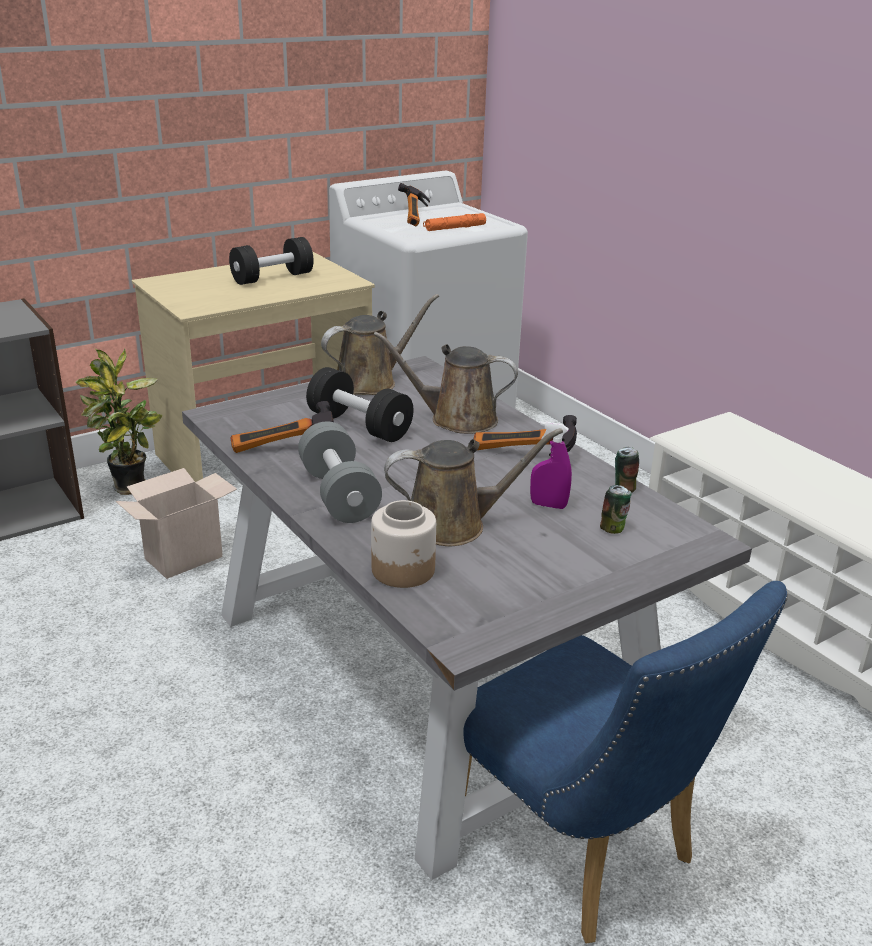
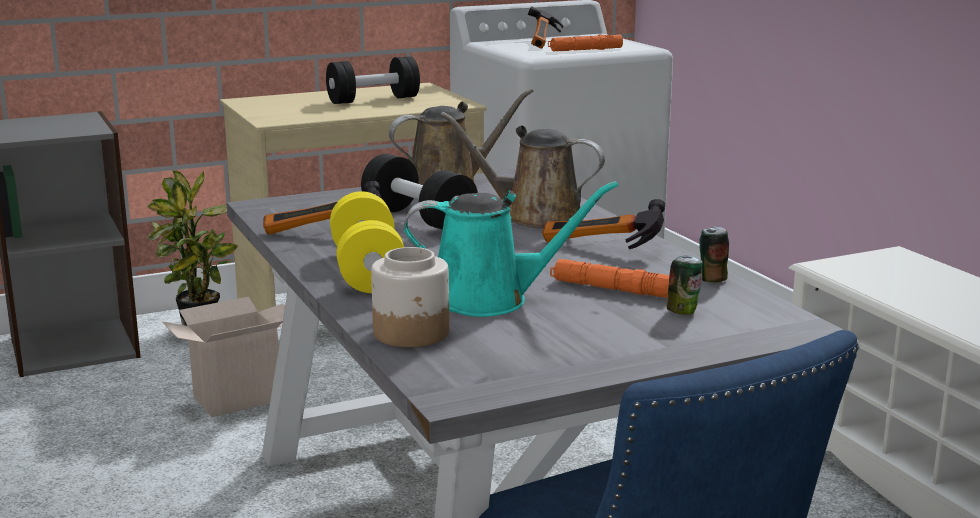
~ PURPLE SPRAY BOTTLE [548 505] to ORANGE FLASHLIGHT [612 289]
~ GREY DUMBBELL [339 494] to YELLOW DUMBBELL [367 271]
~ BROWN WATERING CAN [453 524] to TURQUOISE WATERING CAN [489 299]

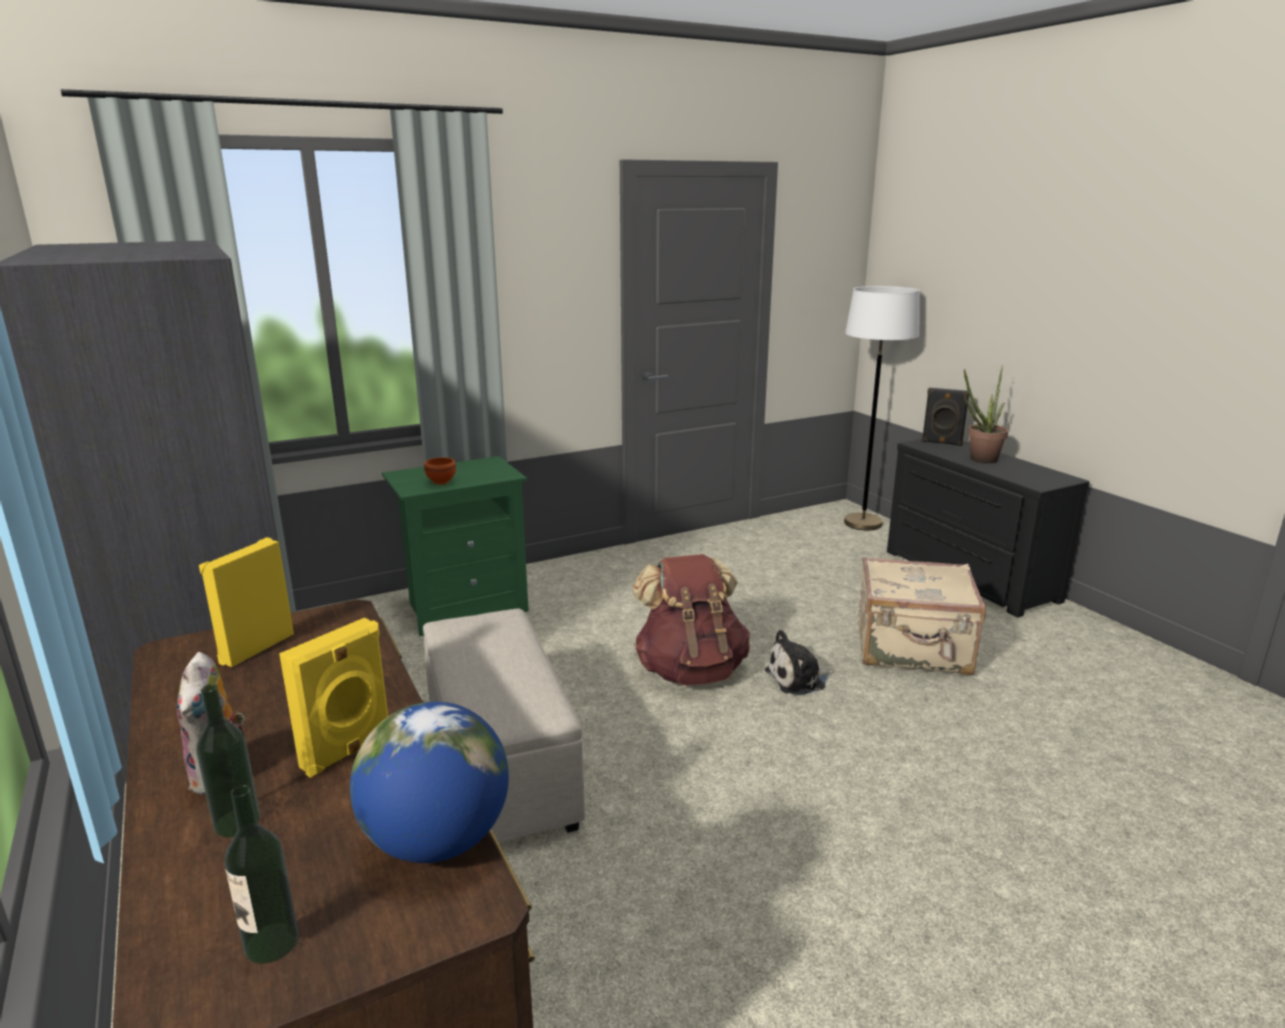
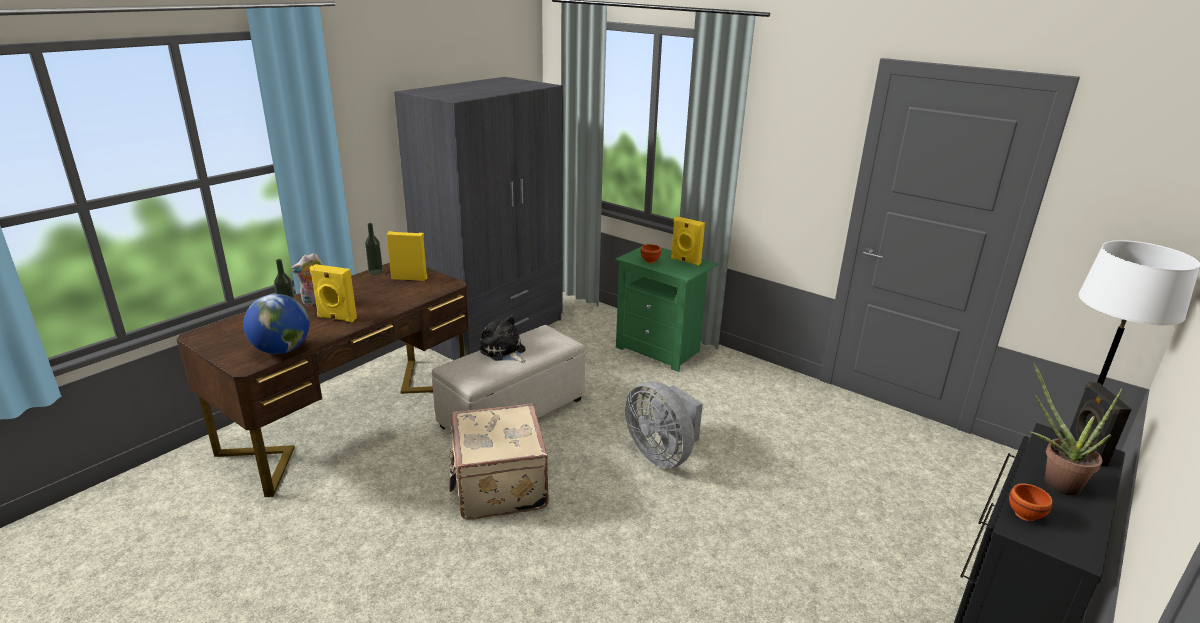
+ YELLOW SPEAKER [685 261]
+ BROWN BOWL [1023 514]
~ BOTTLE [271 943] to [375 272]
~ PLUSH TOY [798 679] to [504 351]
~ BEIGE SUITCASE [913 649] to [498 486]
~ BROWN BACKPACK [690 670] to GREY FAN [662 454]

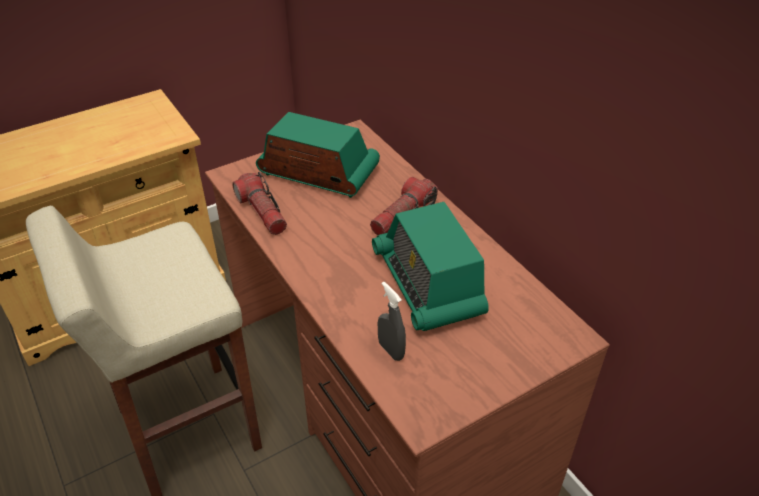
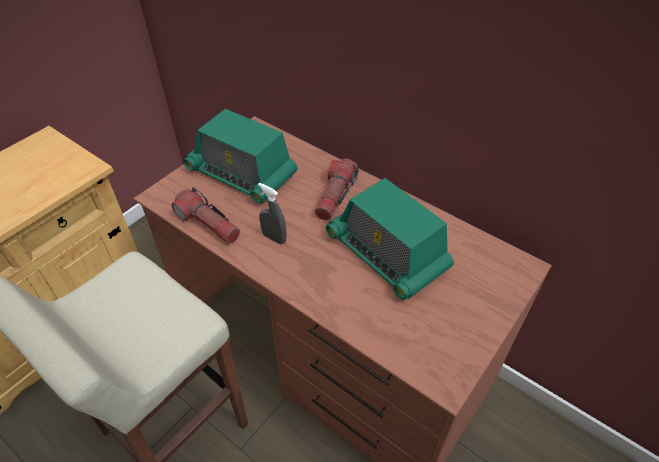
~ GREY SPRAY BOTTLE [391 350] to [274 238]
~ RADIO [318 172] = [242 173] 150 degrees counterclockwise

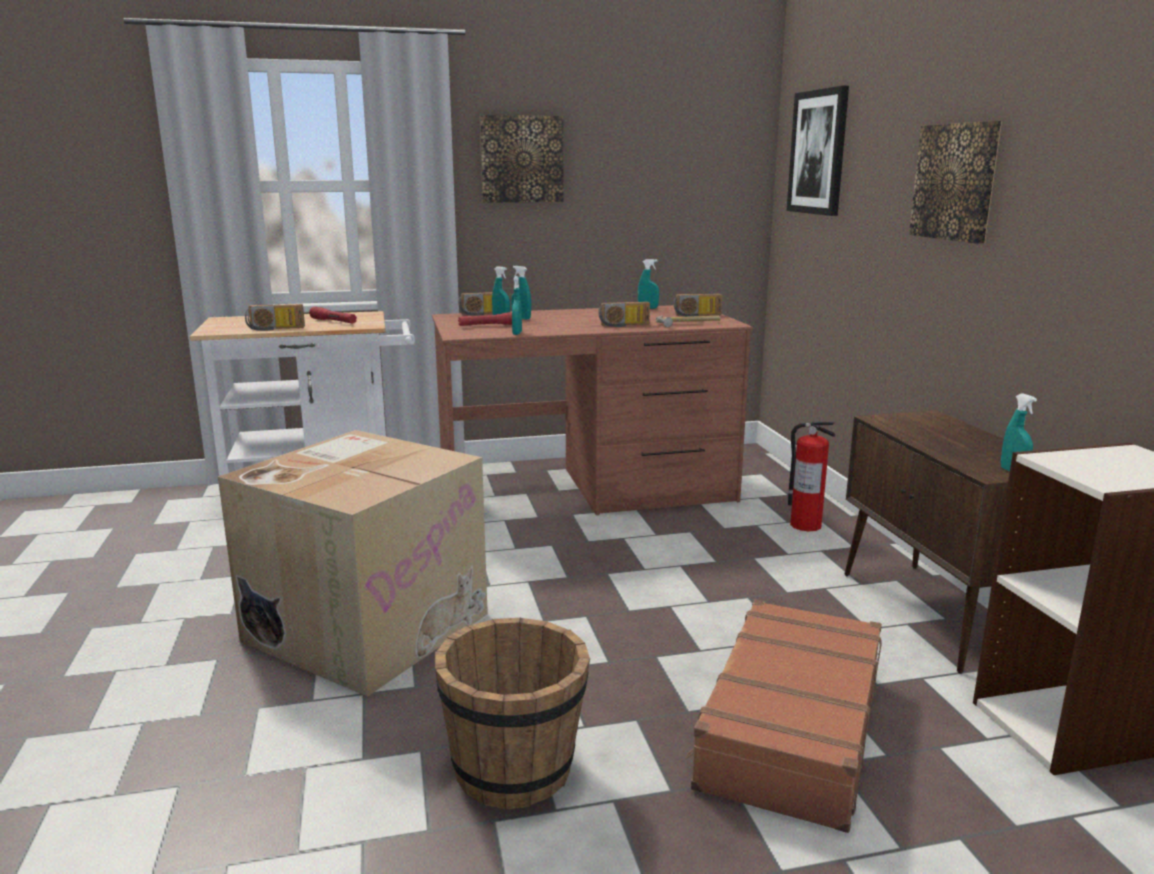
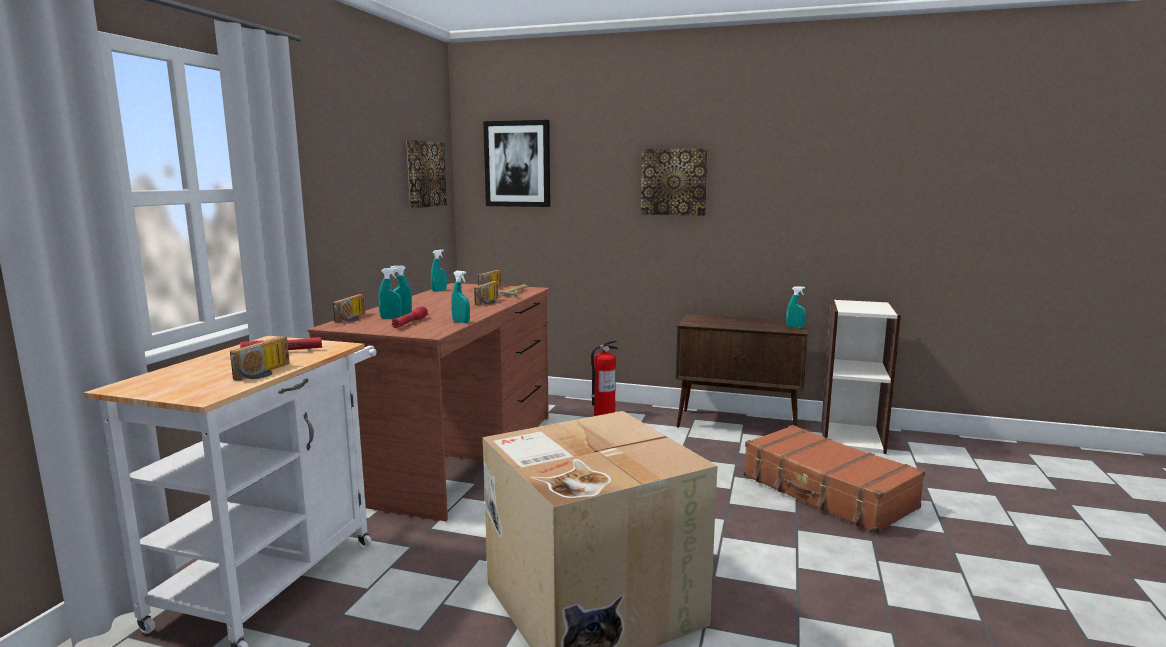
- BROWN BUCKET [515 769]
~ PICTURE [521 159] to [425 174]

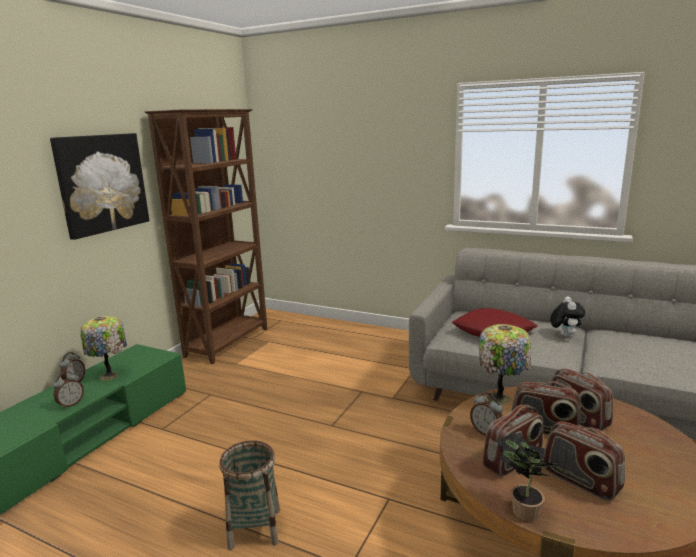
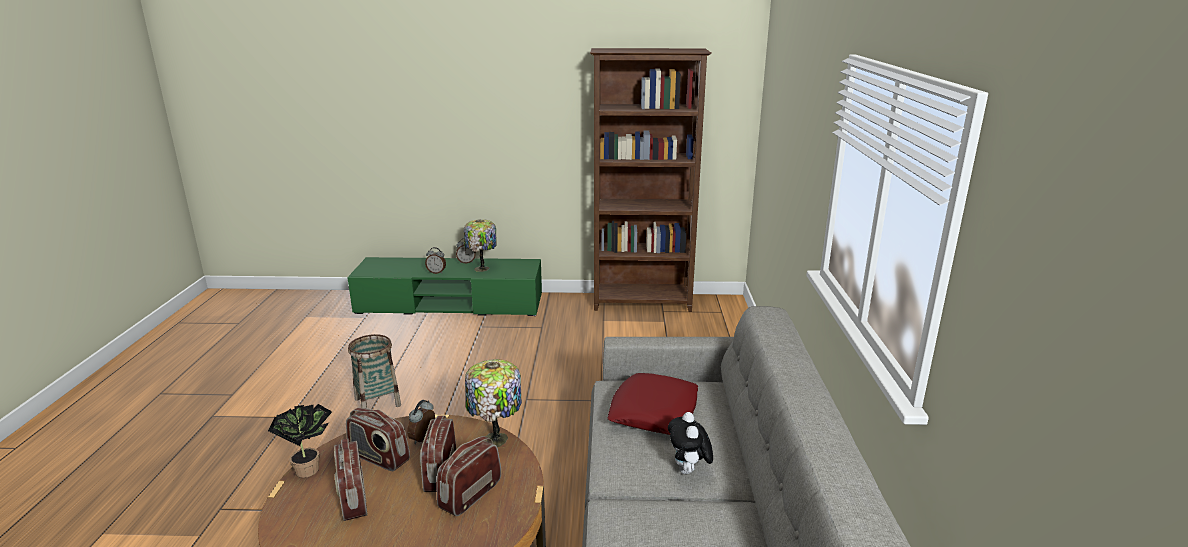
- PICTURE [102 183]
~ RADIO [580 481] = [353 499] 45 degrees counterclockwise
~ PLUSH TOY [565 336] = [688 471] 105 degrees clockwise

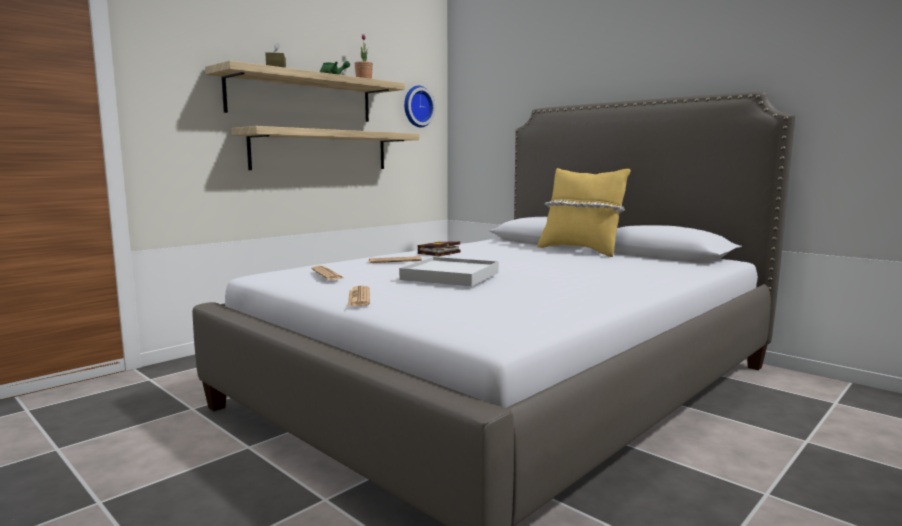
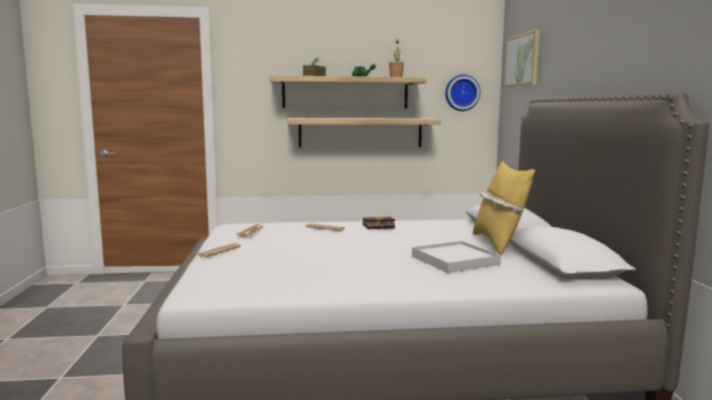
+ PICTURE [522 60]
~ WHITE TRAY [450 276] to [454 260]

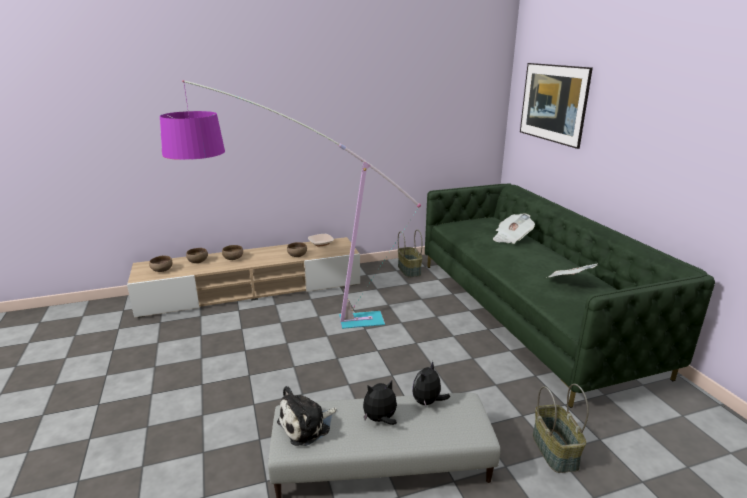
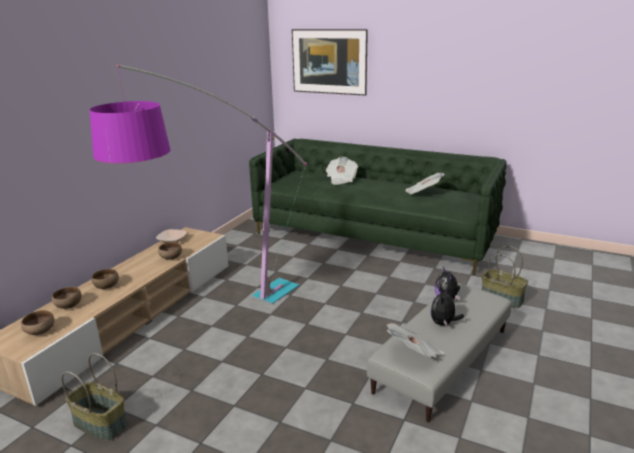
~ BASKET [409 270] to [101 424]
~ PLUSH TOY [307 425] to NEWSPAPER [414 354]

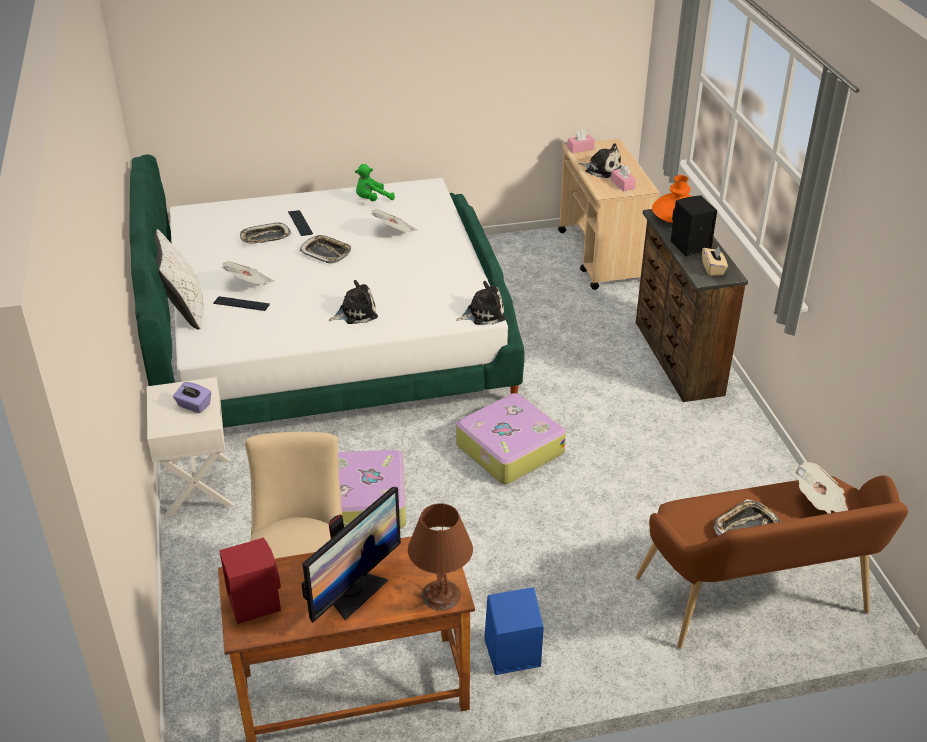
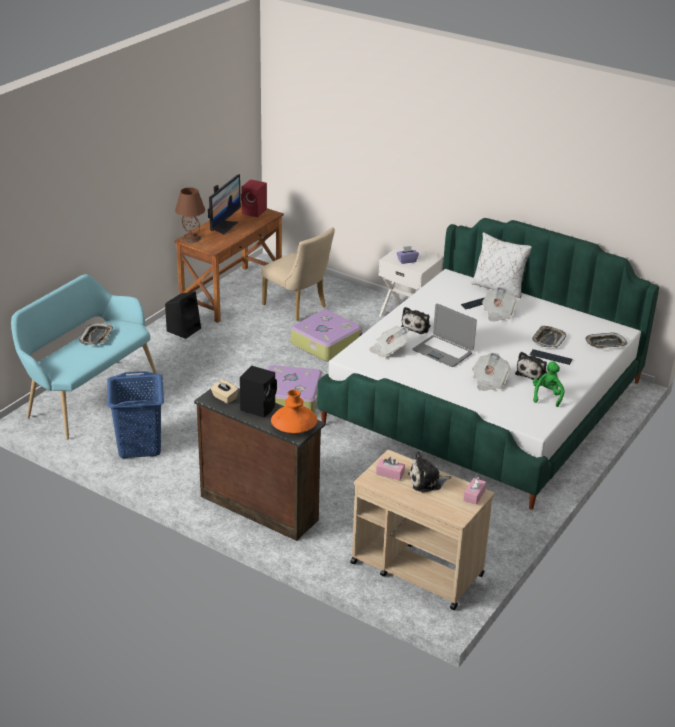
+ BLUE LAUNDRY BASKET [140 445]
+ LAPTOP [443 351]
~ TRAY [326 252] to [605 344]
~ PLUSH TOY [483 314] to [532 373]
~ NEWSPAPER [819 502] to [388 350]
~ BLUE SPEAKER [510 653] to BLACK SPEAKER [184 329]
~ BROWN BENCH [758 602] to TURQUOISE BENCH [88 396]
~ MONITOR [354 592] = [224 227] 150 degrees counterclockwise

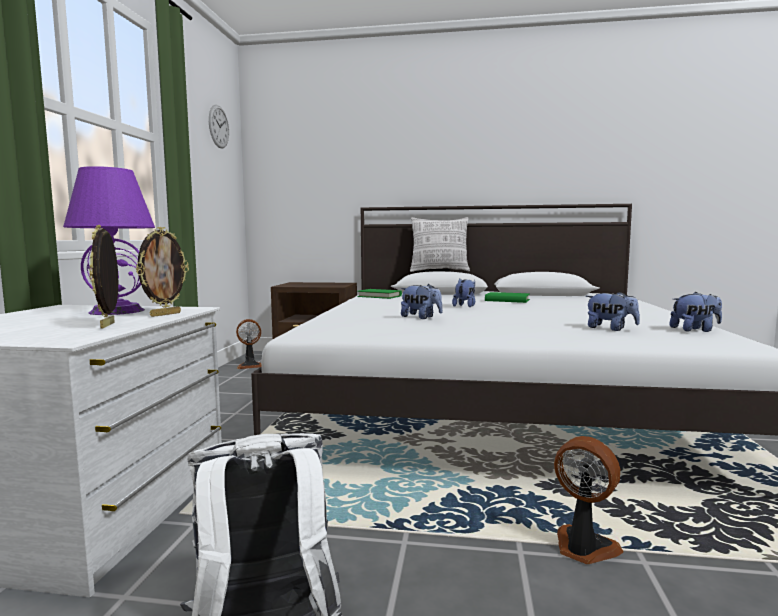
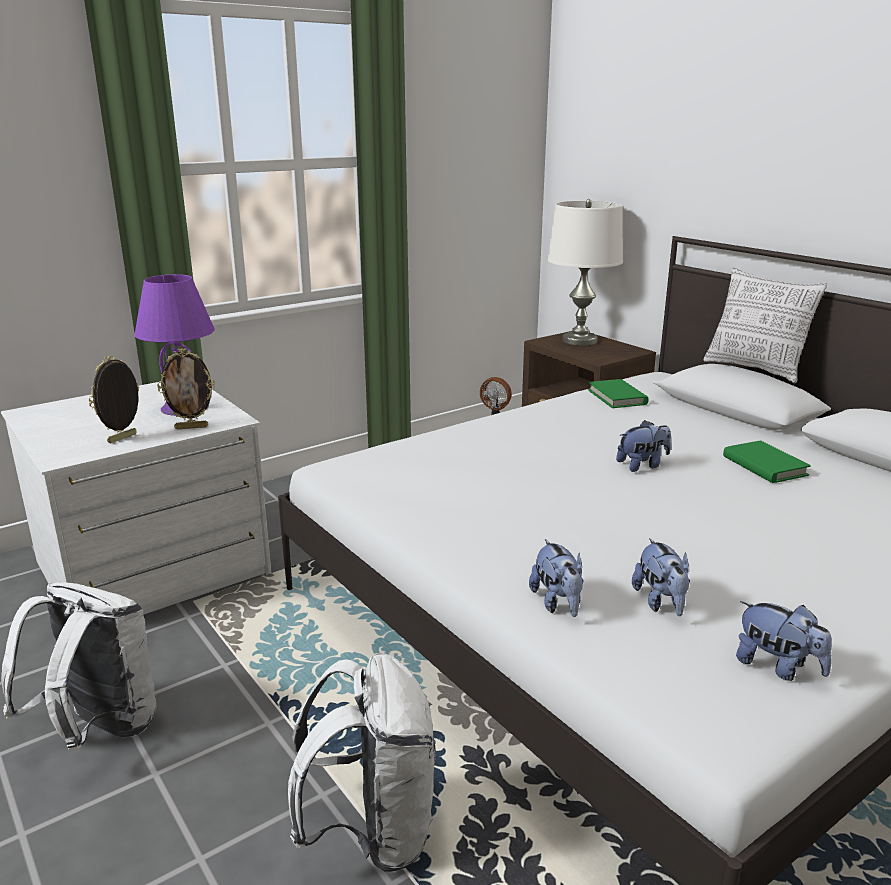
- WALL CLOCK [218 126]
+ WHITE TABLE LAMP [579 340]
~ PLUSH TOY [421 317] to [558 603]
~ FAN [583 548] to WHITE BACKPACK [372 832]

